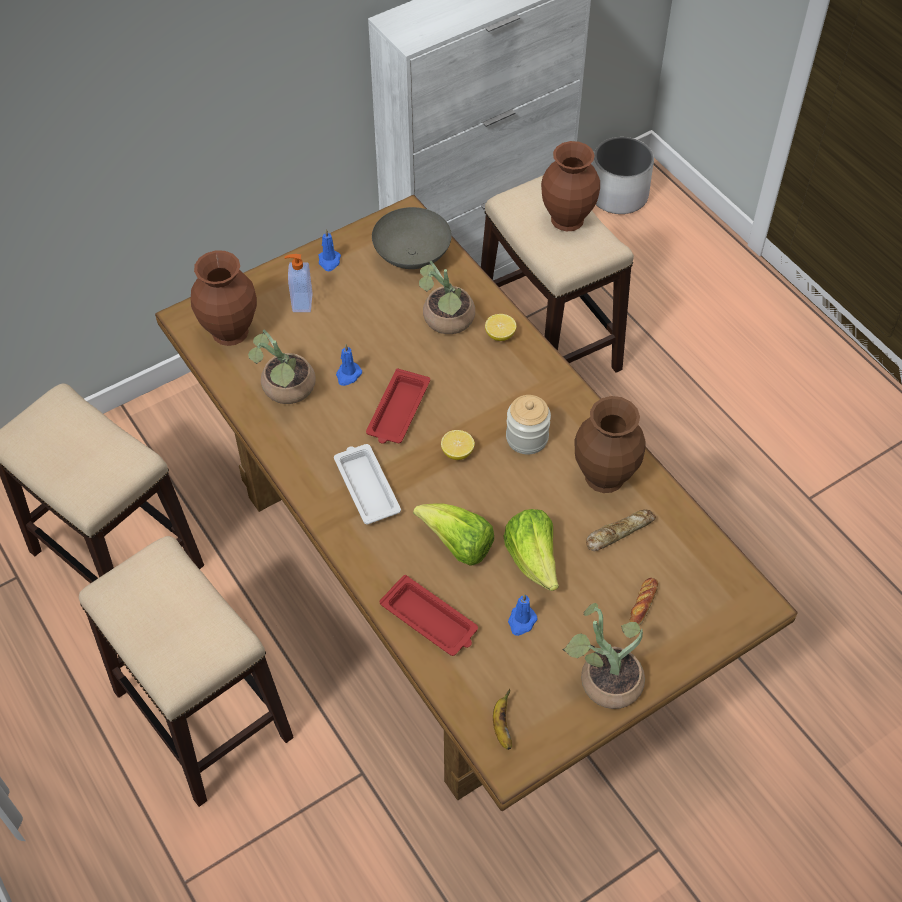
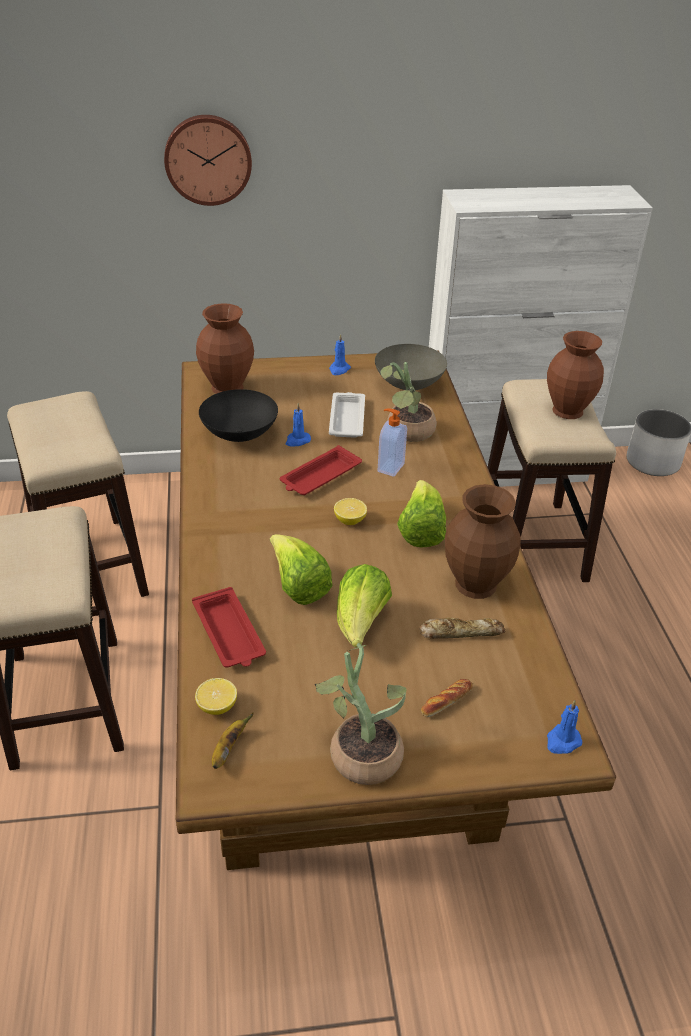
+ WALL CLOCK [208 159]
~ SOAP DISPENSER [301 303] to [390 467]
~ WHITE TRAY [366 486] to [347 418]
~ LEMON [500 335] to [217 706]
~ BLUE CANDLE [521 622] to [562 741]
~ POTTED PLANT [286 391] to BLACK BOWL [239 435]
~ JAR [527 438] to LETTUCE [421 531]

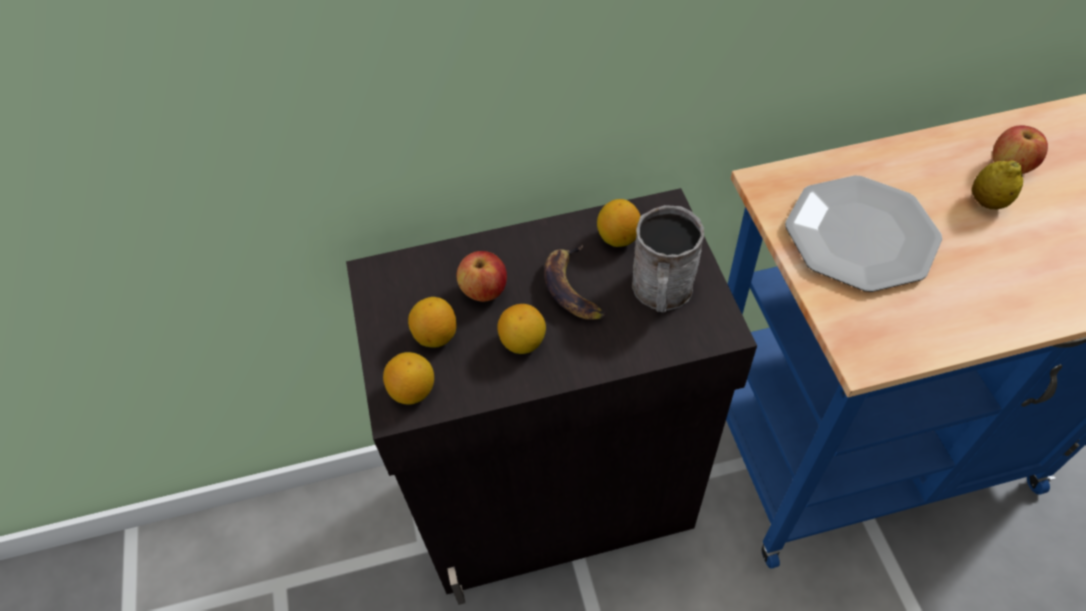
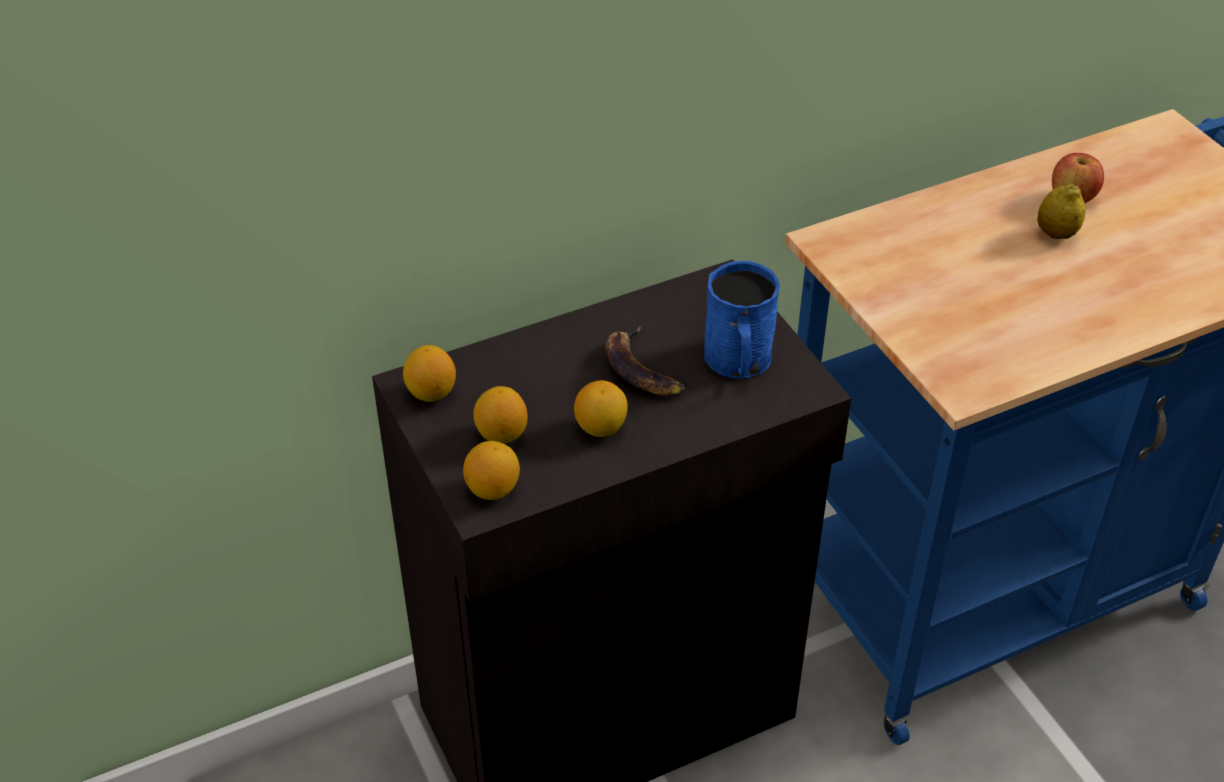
- APPLE [484 291]
- PLATE [860 235]
~ LEMON [618 238] to [431 392]
~ GREY MUG [662 293] to BLUE MUG [739 362]

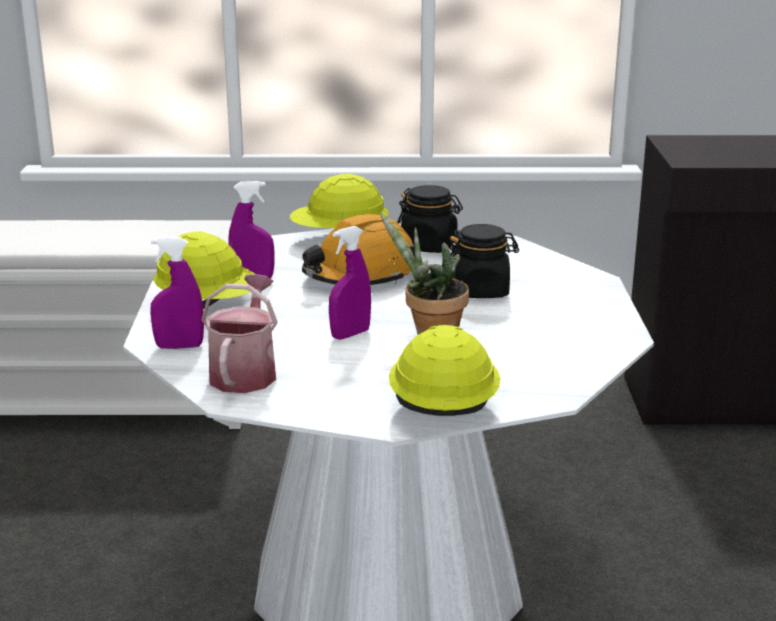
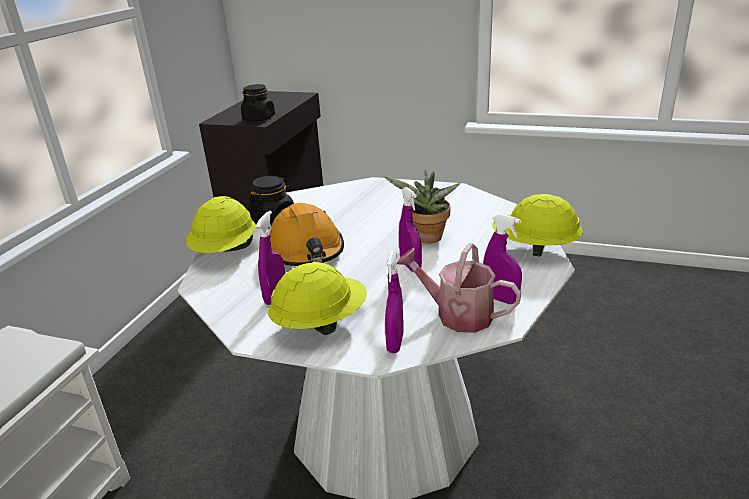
+ PURPLE SPRAY BOTTLE [500 299]
~ BLACK JAR [481 291] to [259 118]

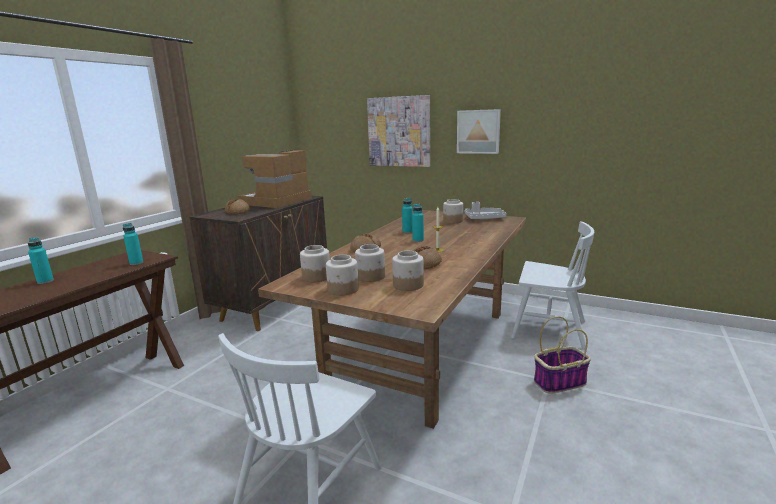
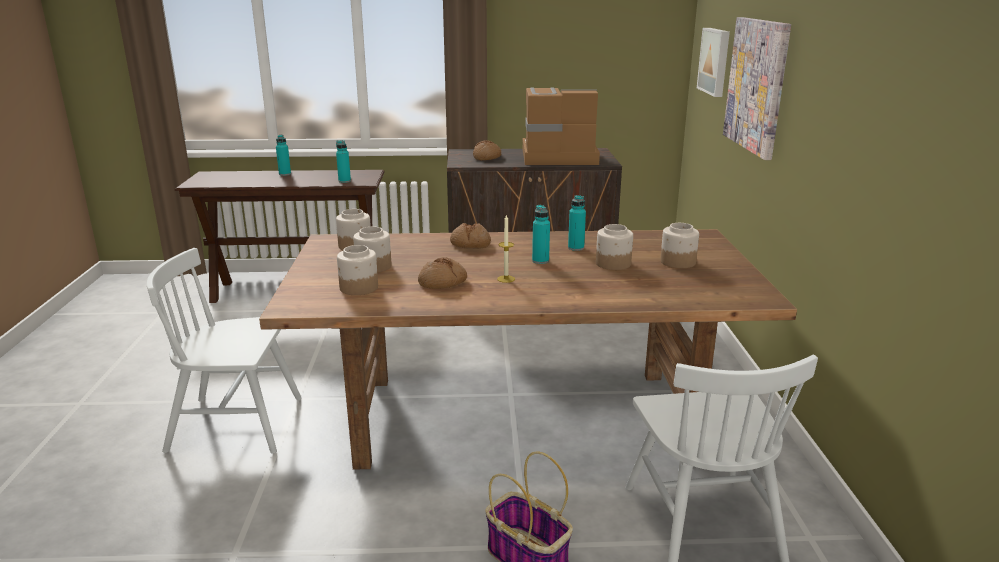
- GREY TRAY [484 218]
~ JAR [343 290] to [613 264]
~ PICTURE [478 131] to [715 61]

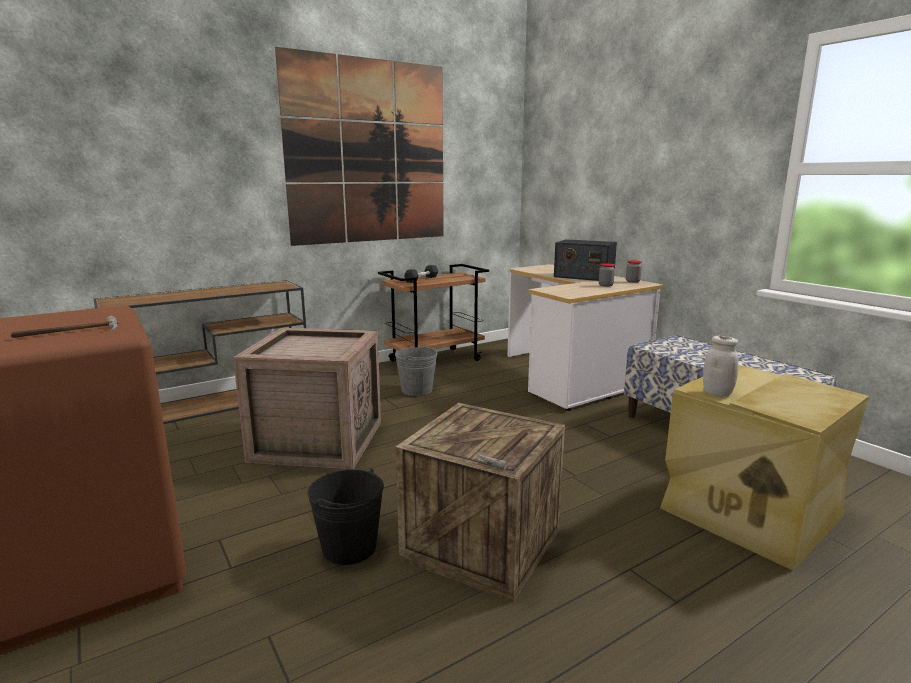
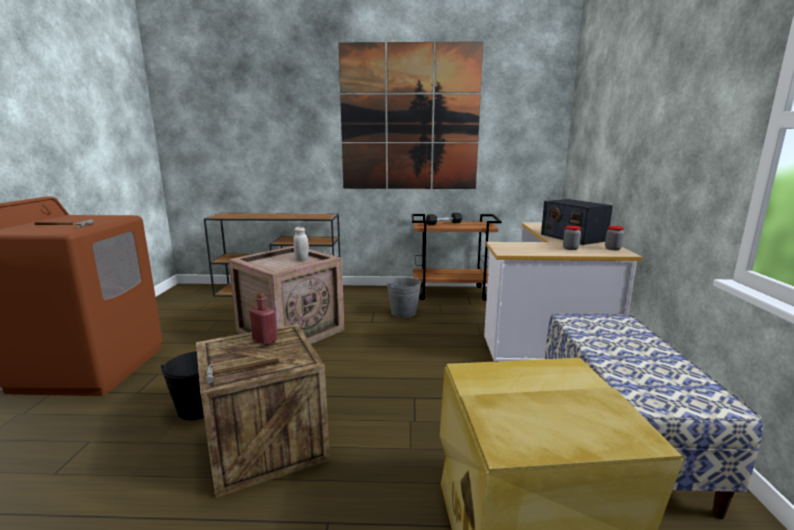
+ RED BOTTLE [264 340]
~ WHITE JAR [717 393] to [301 259]

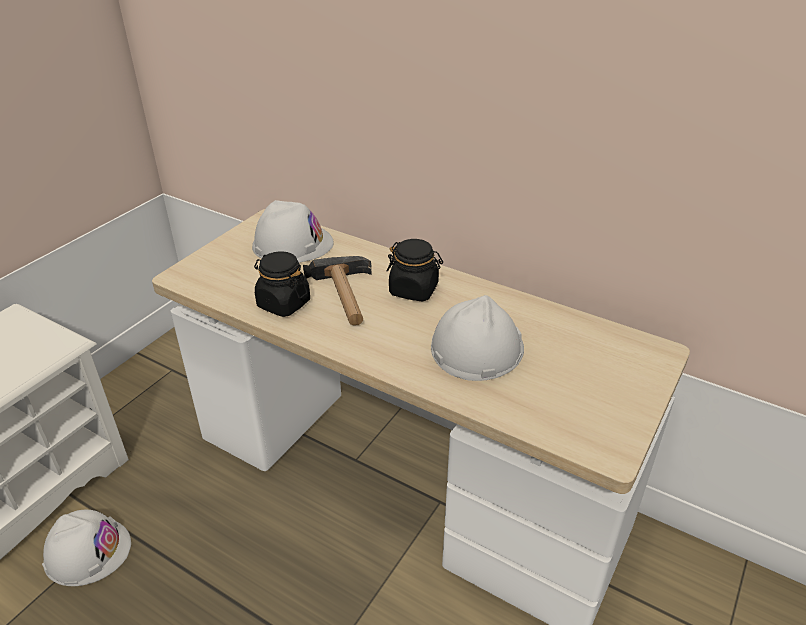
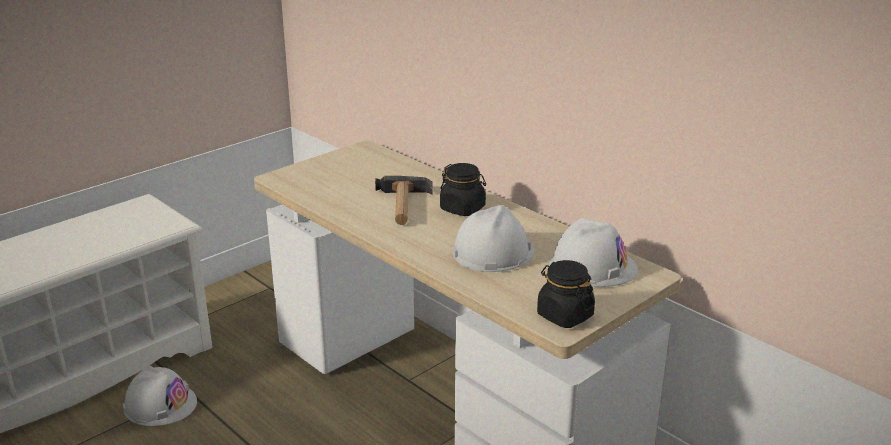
~ WHITE HARD HAT [292 244] to [592 266]
~ BLACK JAR [283 303] to [564 315]

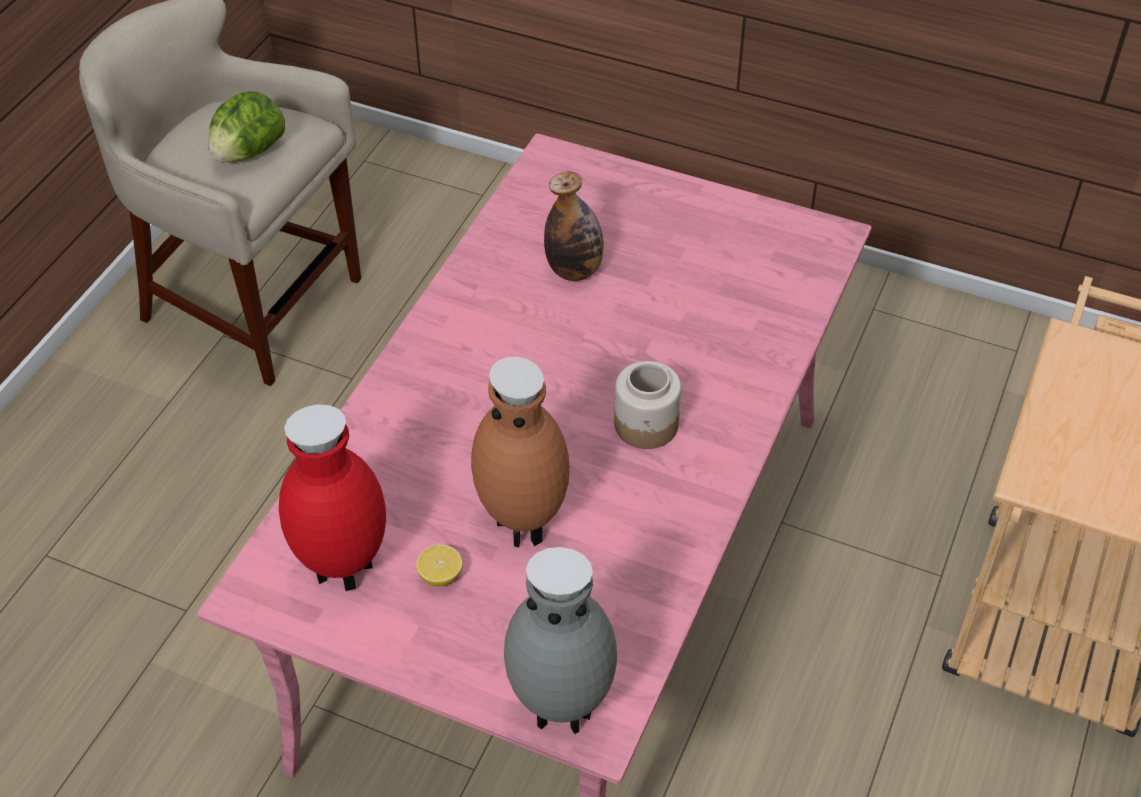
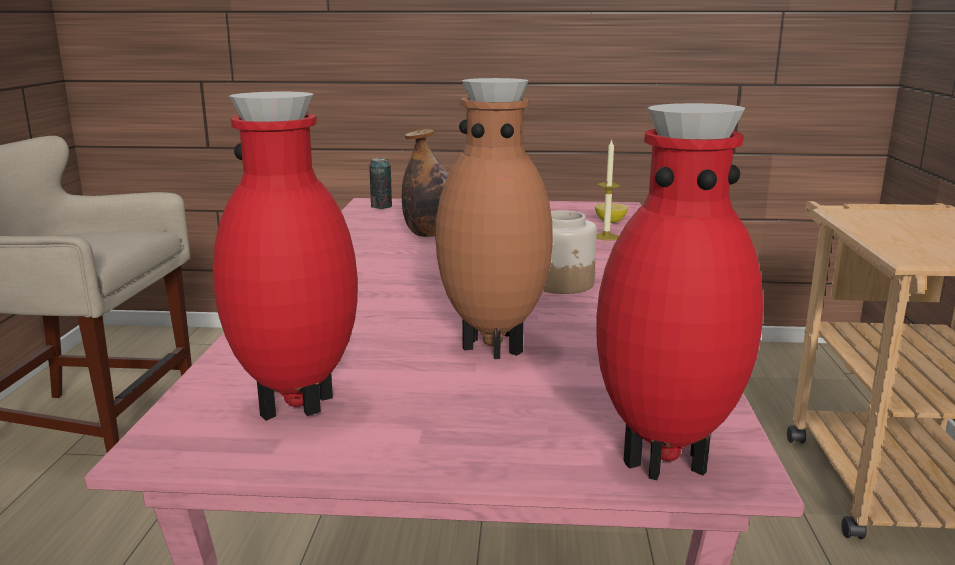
- LETTUCE [249 152]
+ CAN [381 207]
+ CANDLE [606 237]
~ LEMON [440 575] to [610 221]
~ GREY VASE [562 709] to RED VASE [665 458]

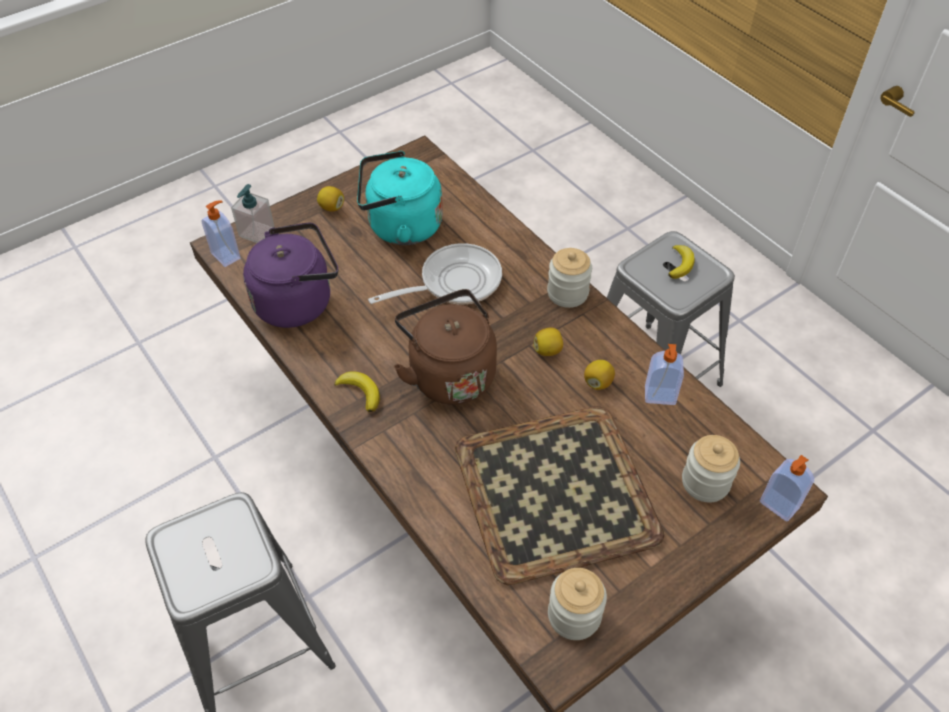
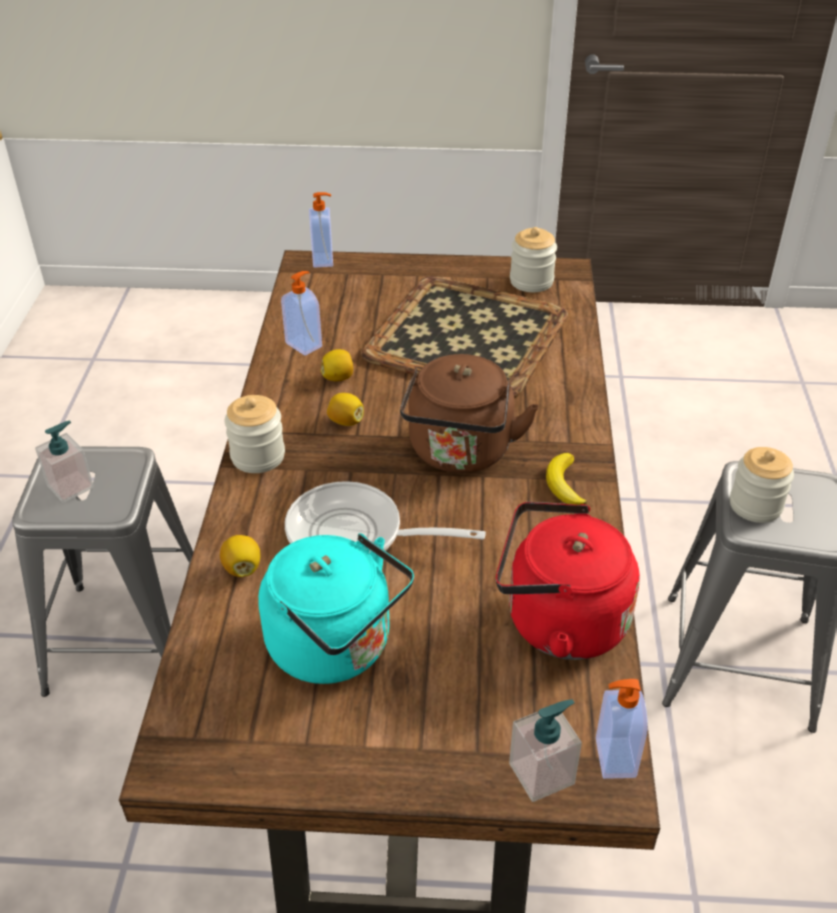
~ LEMON [331 207] to [242 568]
~ JAR [705 482] to [755 505]
~ BANANA [680 264] to SOAP DISPENSER [70 486]
~ PURPLE KETTLE [298 301] to RED KETTLE [558 621]

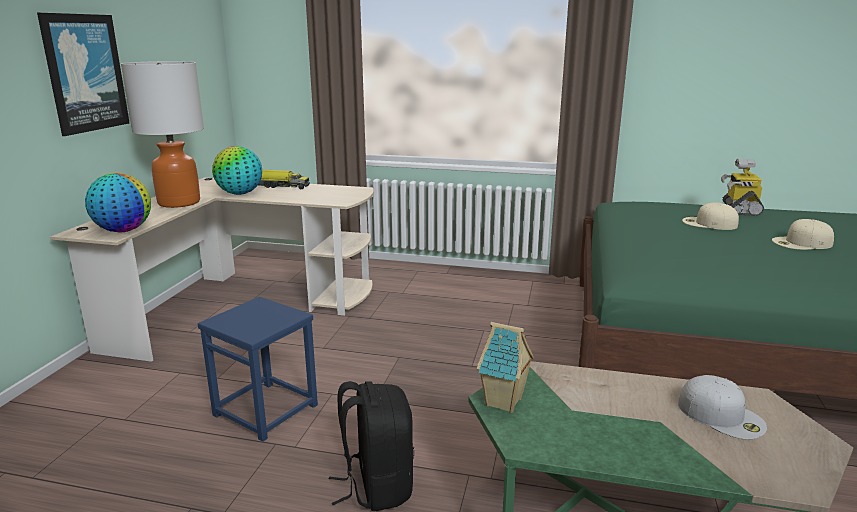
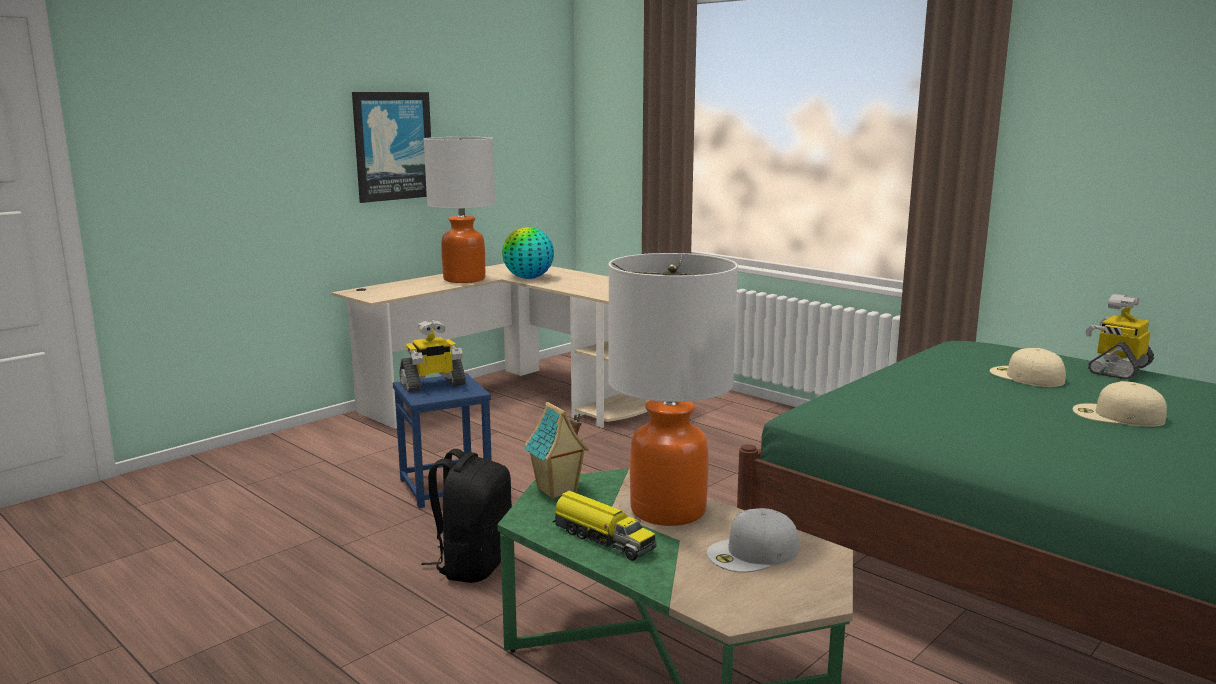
- GLOBE [123 230]
+ TOY ROBOT [432 385]
+ TABLE LAMP [668 511]
~ TOY TRUCK [282 186] to [602 538]
~ WHITE CAP [721 415] = [753 553] 75 degrees clockwise

